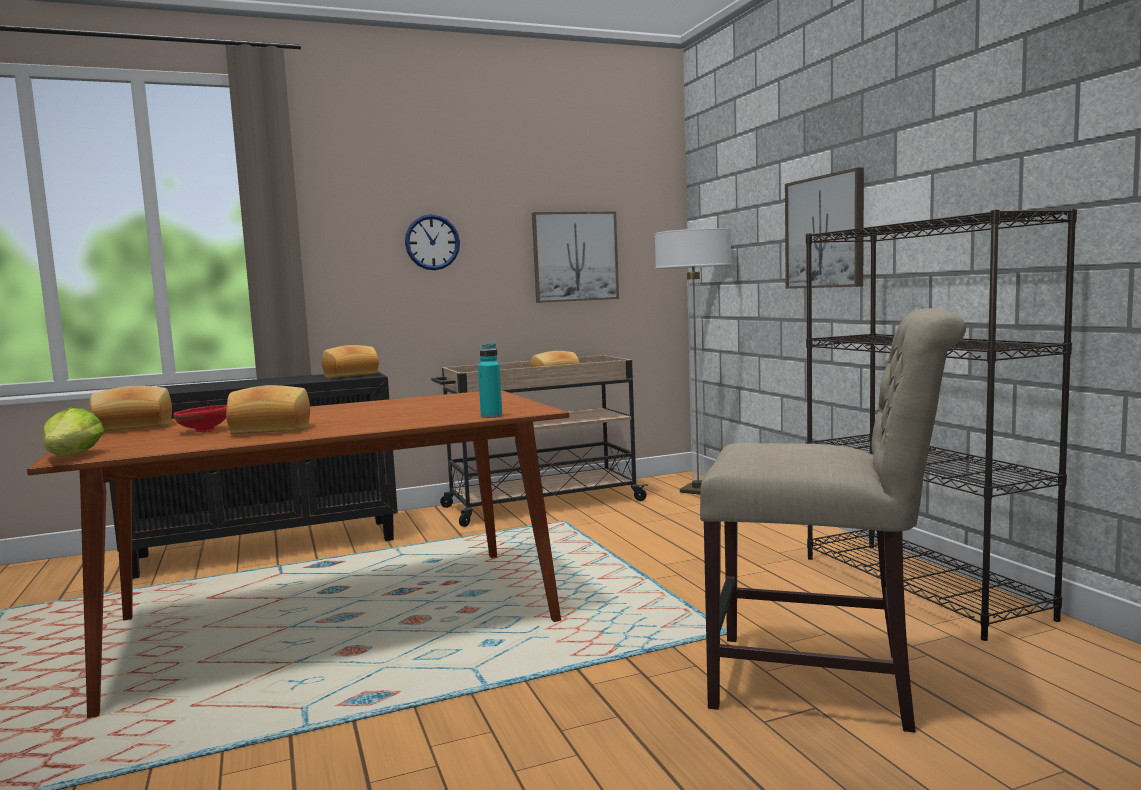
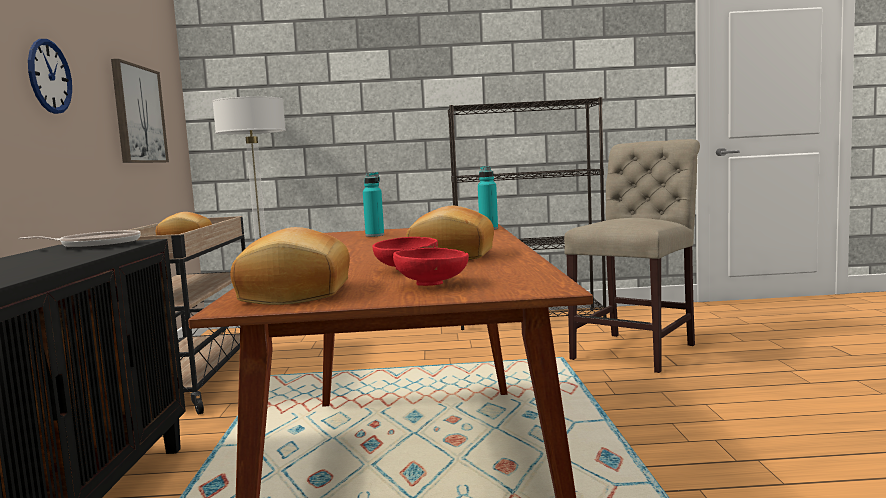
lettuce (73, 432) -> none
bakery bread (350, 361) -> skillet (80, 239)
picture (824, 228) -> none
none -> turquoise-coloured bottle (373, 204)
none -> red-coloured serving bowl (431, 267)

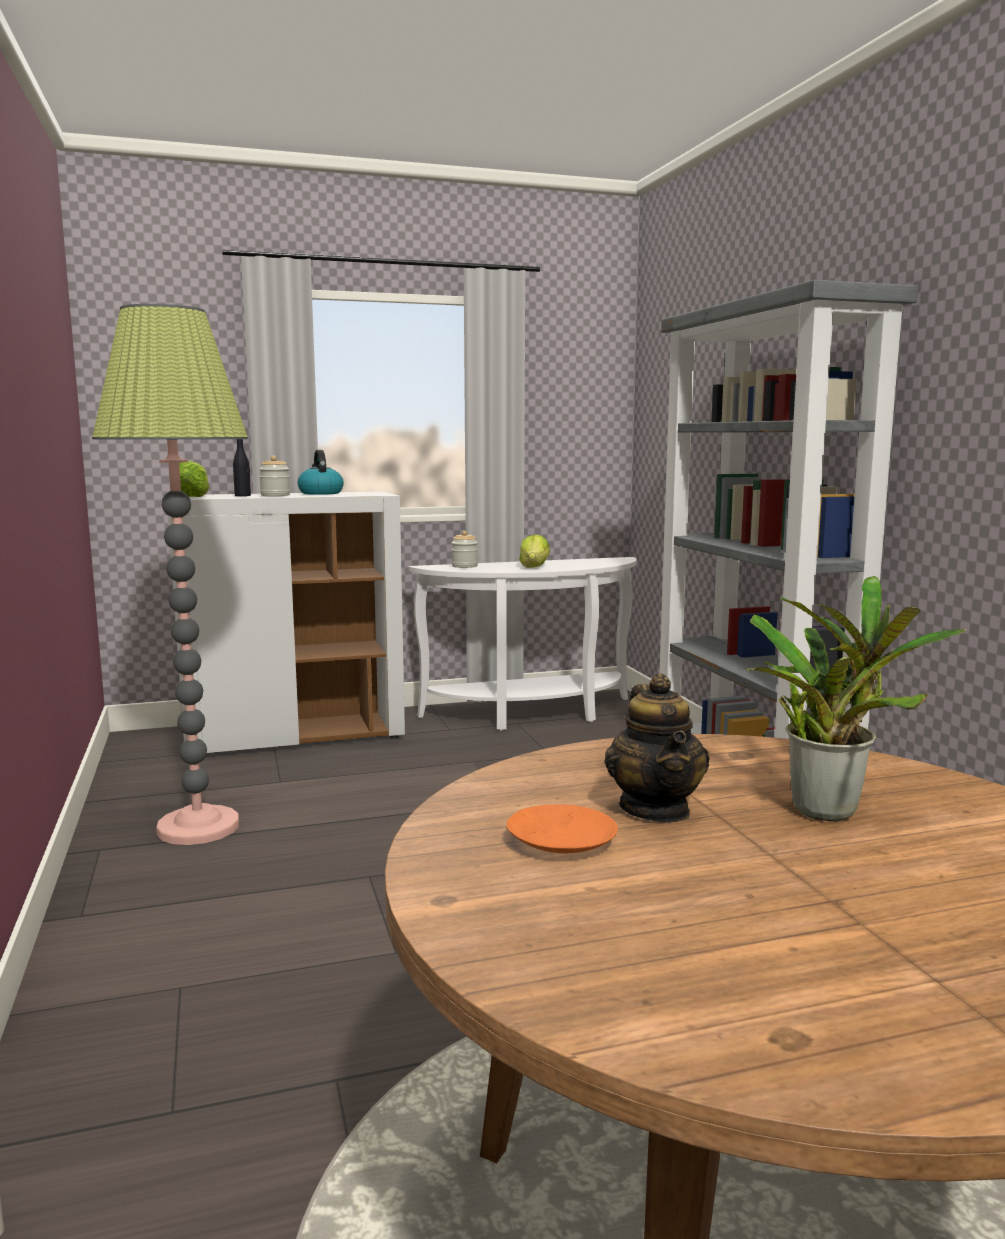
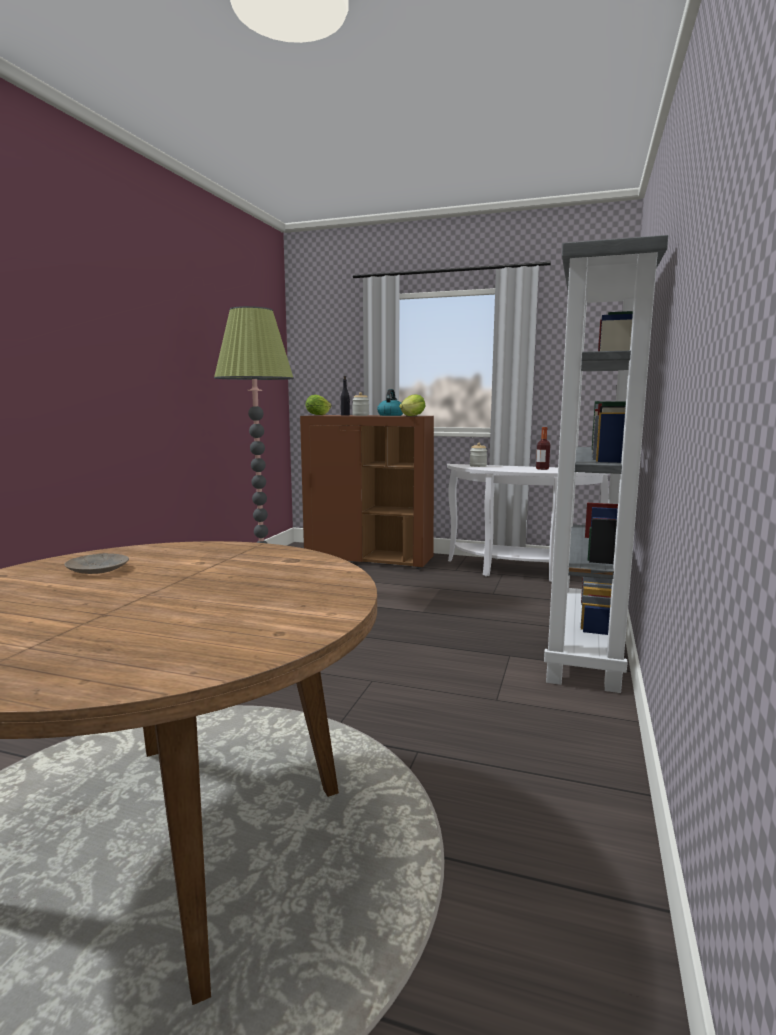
white-coloured cupboard (286, 622) -> brown-coloured cupboard (367, 492)
orange-coloured flat dish (562, 828) -> beige flat dish (96, 563)
lettuce (534, 551) -> lettuce (412, 405), move
teapot (657, 747) -> none
potted plant (856, 699) -> none
none -> bottle (543, 448)

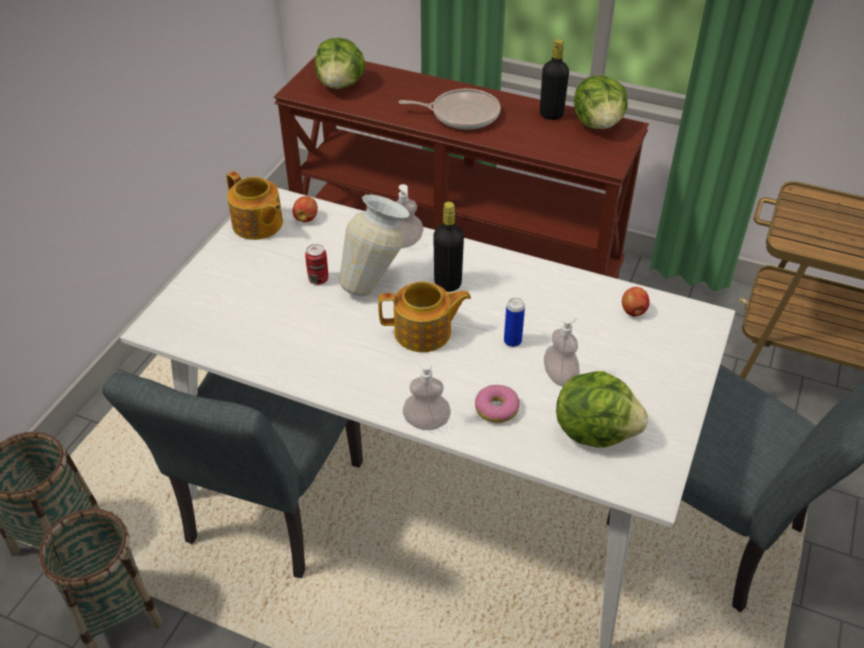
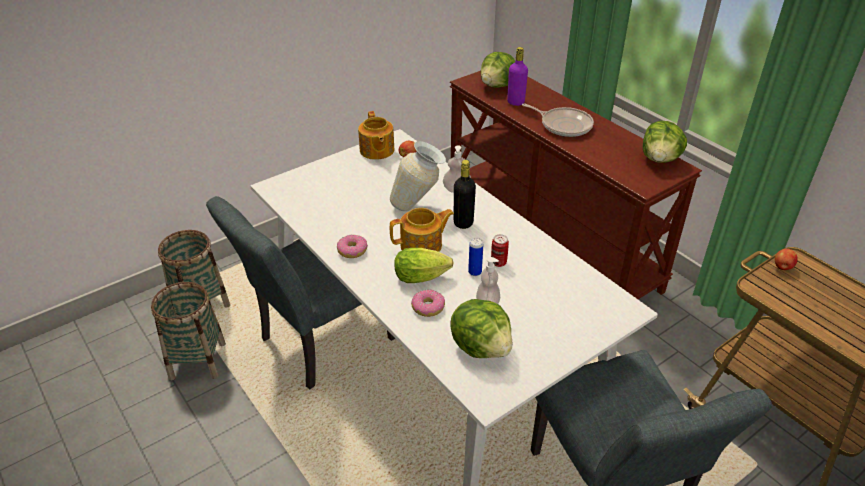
metal can (316, 264) -> metal can (500, 250), move
teapot (424, 316) -> teapot (422, 230), 45 degrees counterclockwise
soap bottle (427, 394) -> none
blackish bottle (554, 79) -> none
whole apple (636, 302) -> whole apple (786, 259), move
none -> doughnut (352, 246)
none -> lettuce (424, 265)
none -> purple-coloured bottle (517, 76)

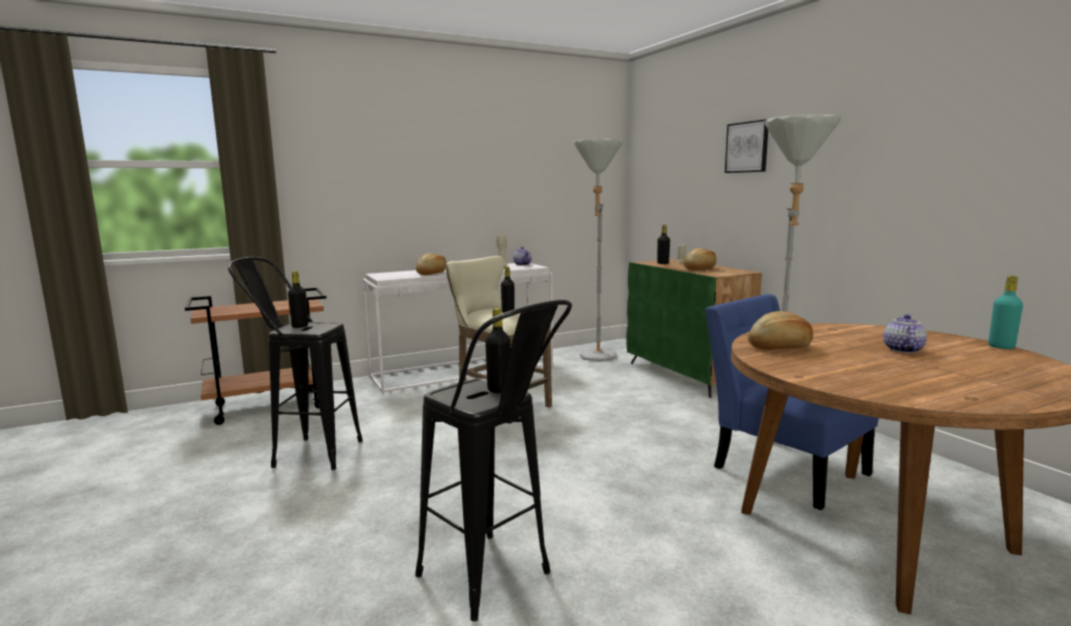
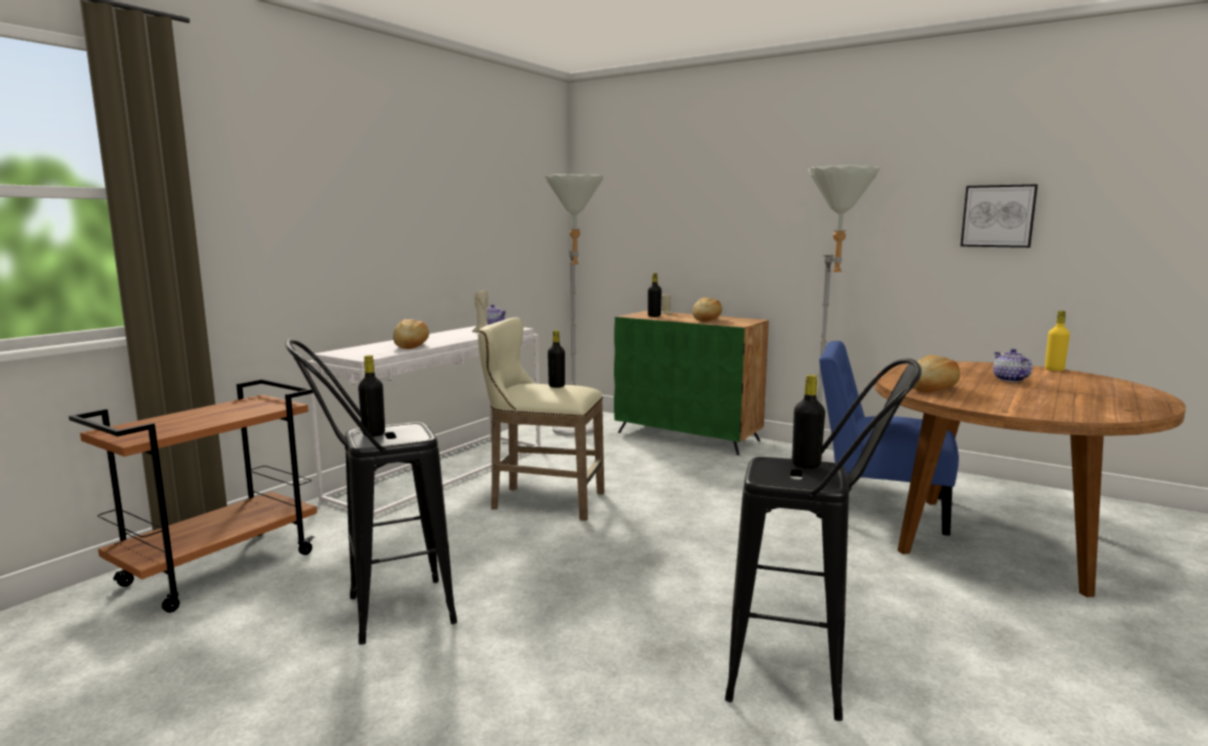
picture (746, 146) -> picture (999, 216), move
turquoise-coloured bottle (1006, 312) -> yellowish bottle (1057, 341)

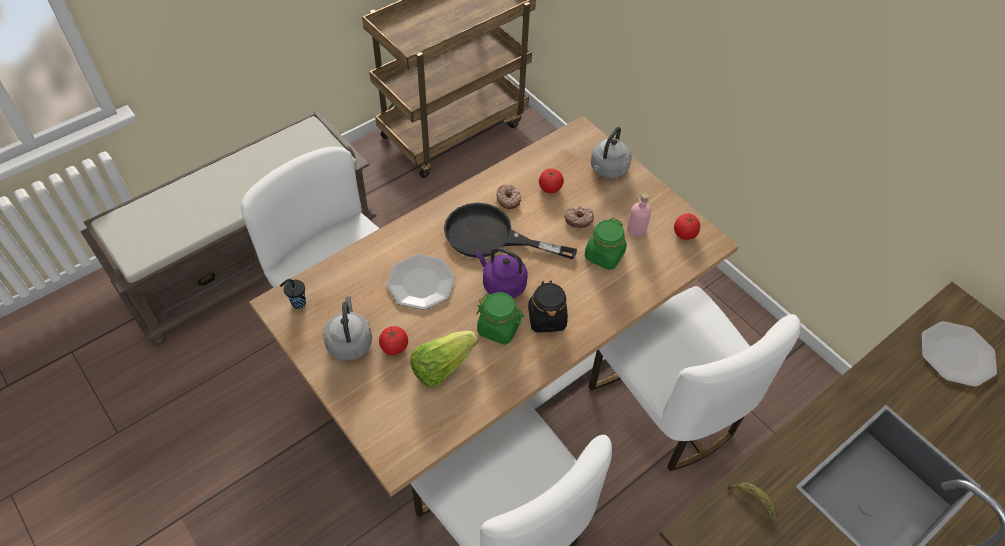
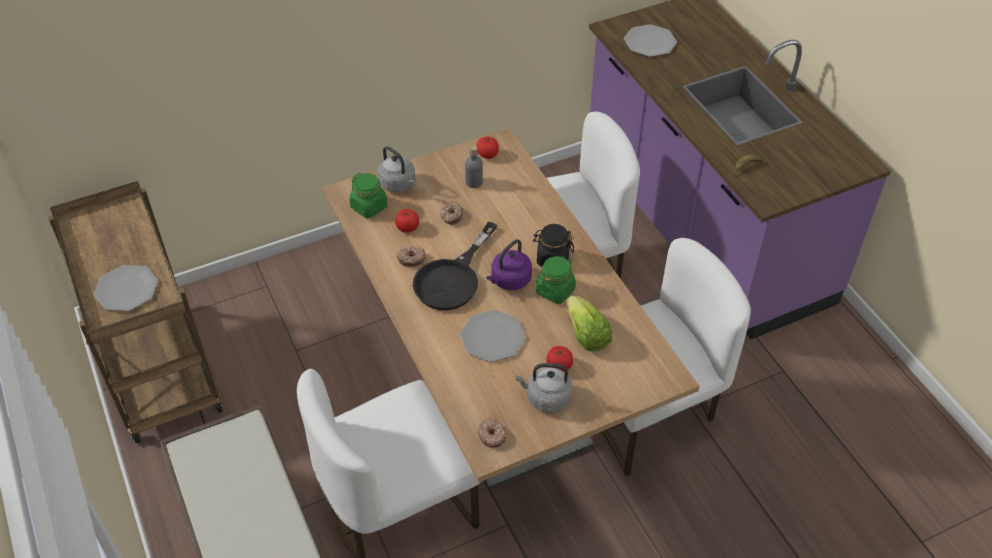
blackish cup (293, 294) -> doughnut (492, 433)
green preserve jar (606, 244) -> green preserve jar (368, 195), move
pink-coloured bottle (639, 214) -> greyish bottle (474, 166)
none -> flat dish (126, 288)

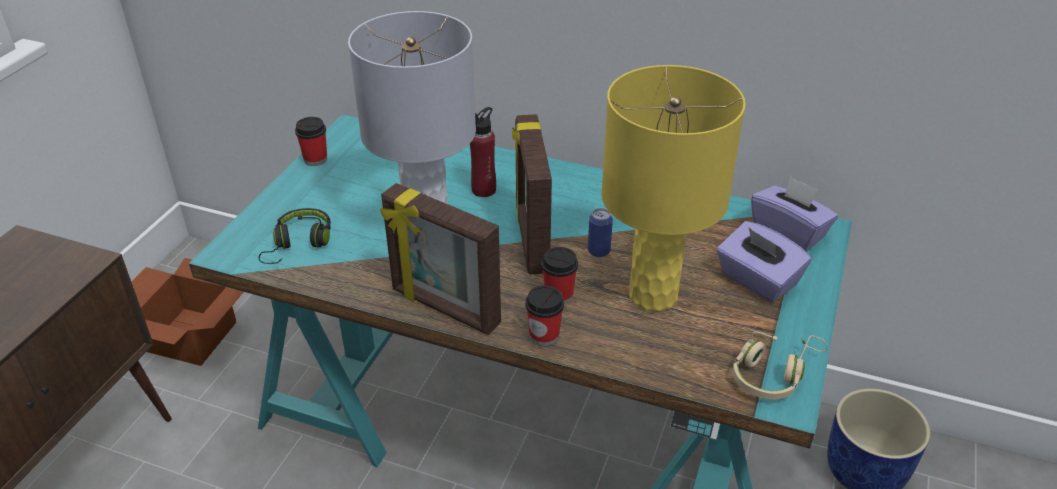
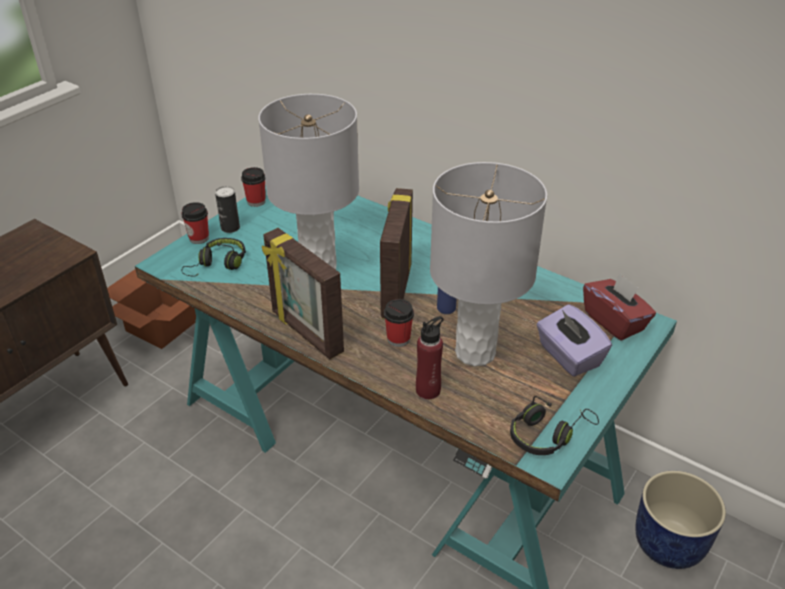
red-coloured bottle (483, 152) -> red-coloured bottle (430, 357), move
cup (544, 315) -> cup (195, 223), move
yellowish lamp for a table (673, 188) -> greyish lamp for a table (488, 264)
beige headset (779, 366) -> blackish headset (554, 425)
purple-coloured tissue box (794, 214) -> red-coloured tissue box (619, 307)
none -> metal can (227, 209)

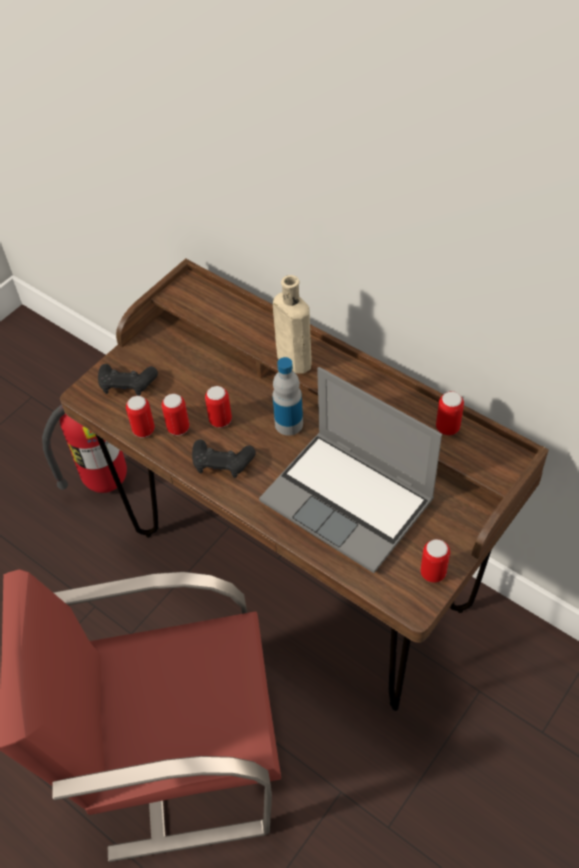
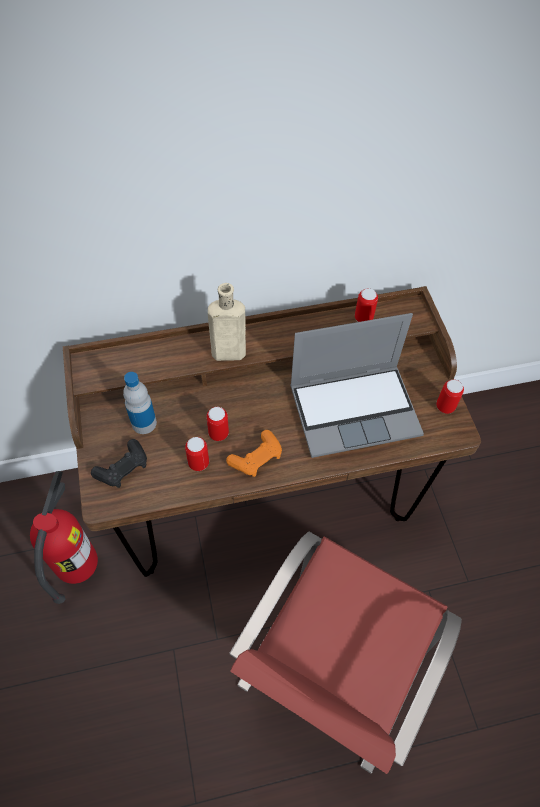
metal can (140, 417) -> none
blackish gamepad (224, 458) -> orange-coloured gamepad (254, 453)
bottle (287, 396) -> bottle (140, 403), move

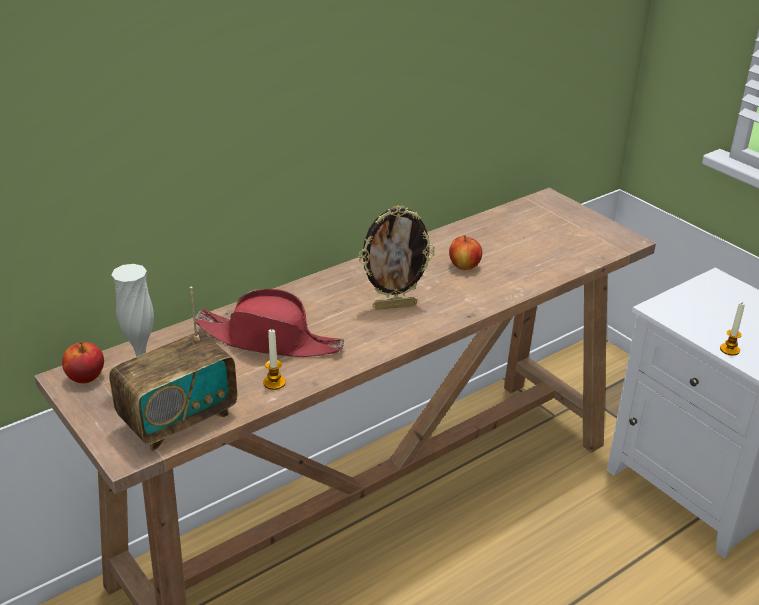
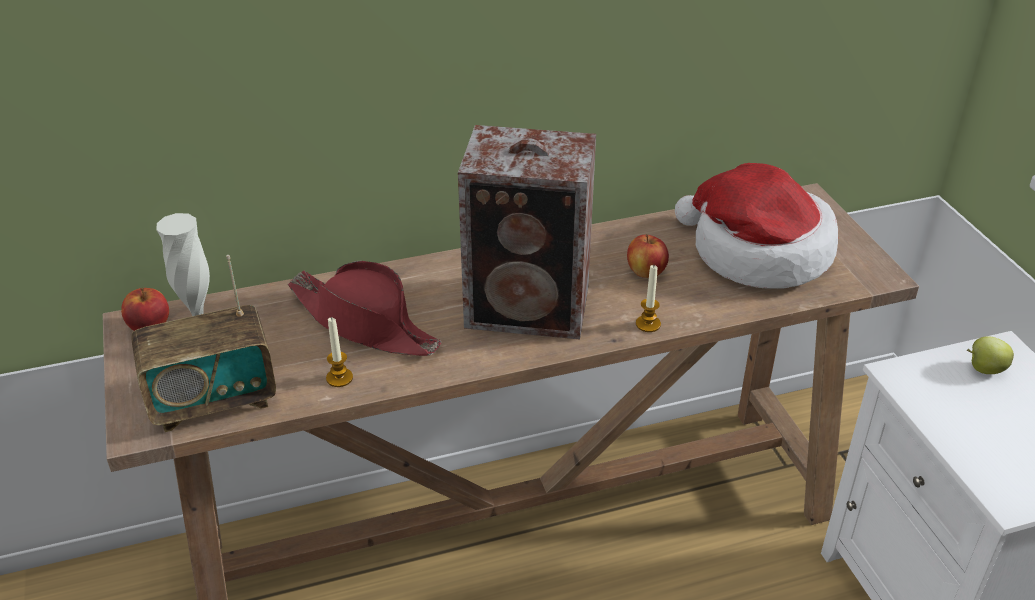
picture frame (396, 257) -> loudspeaker (527, 232)
wax candle (732, 329) -> wax candle (648, 298), move
none -> wearable hat (756, 226)
none -> whole apple (990, 355)

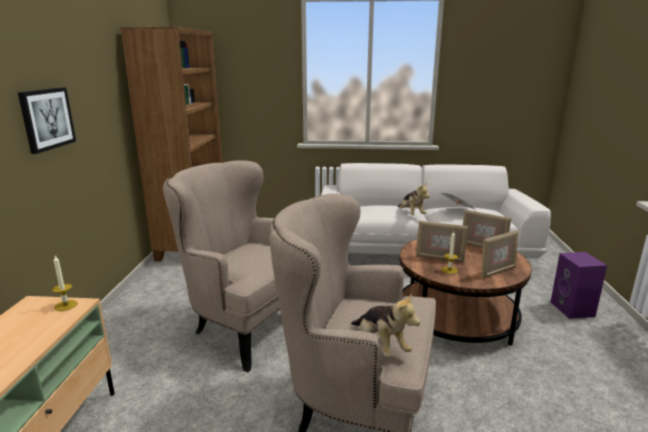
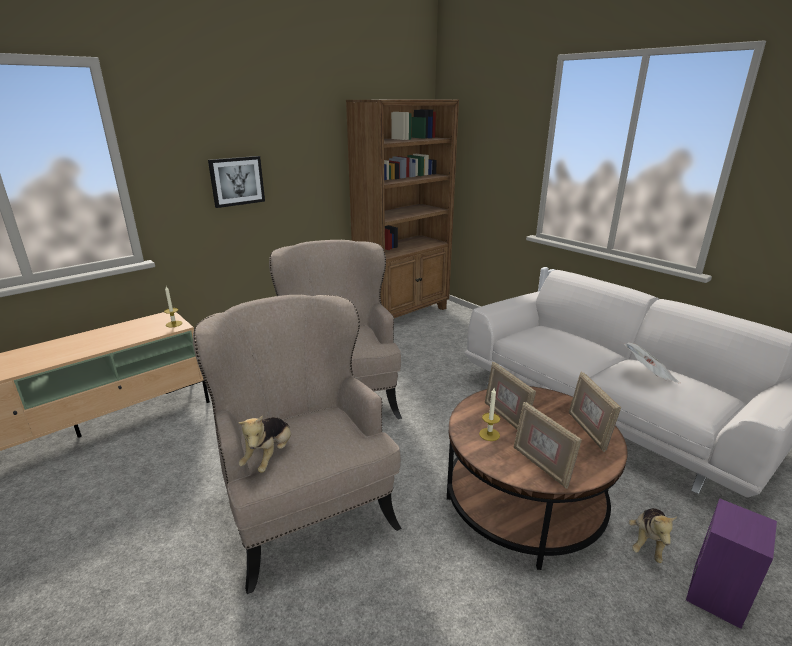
cuddly toy (414, 199) -> cuddly toy (653, 535), move
picture frame (499, 254) -> picture frame (548, 445), 45 degrees clockwise

